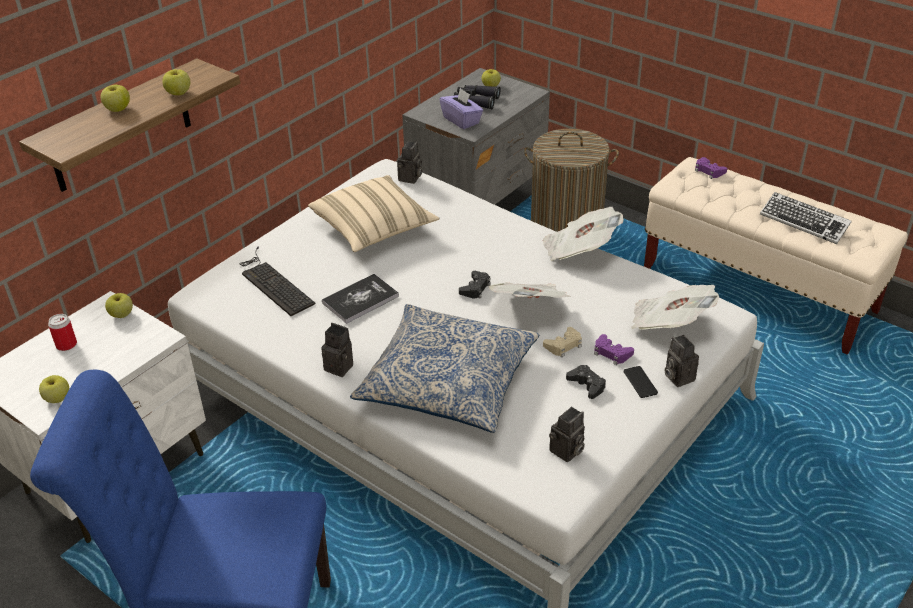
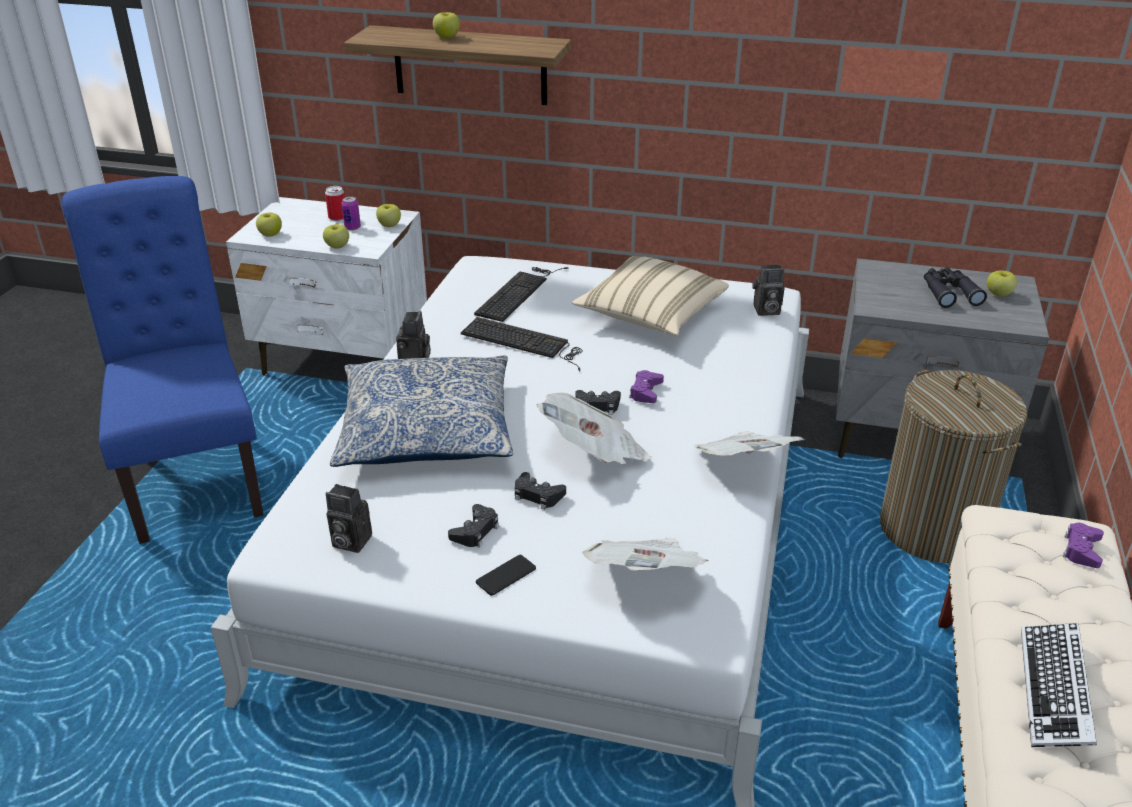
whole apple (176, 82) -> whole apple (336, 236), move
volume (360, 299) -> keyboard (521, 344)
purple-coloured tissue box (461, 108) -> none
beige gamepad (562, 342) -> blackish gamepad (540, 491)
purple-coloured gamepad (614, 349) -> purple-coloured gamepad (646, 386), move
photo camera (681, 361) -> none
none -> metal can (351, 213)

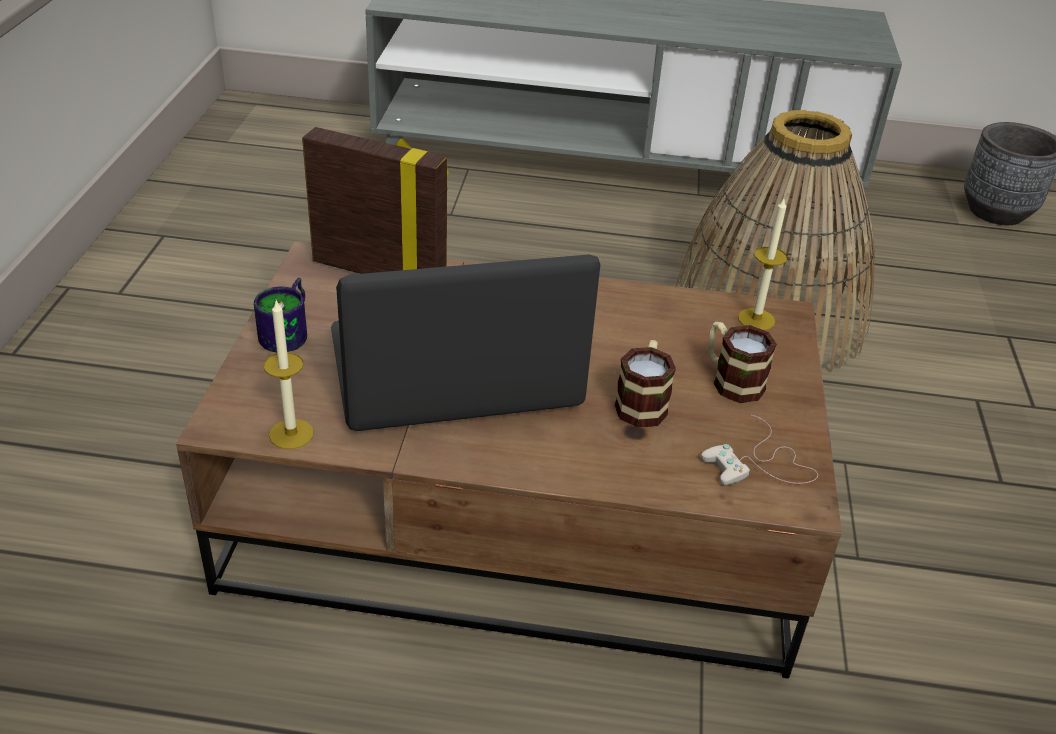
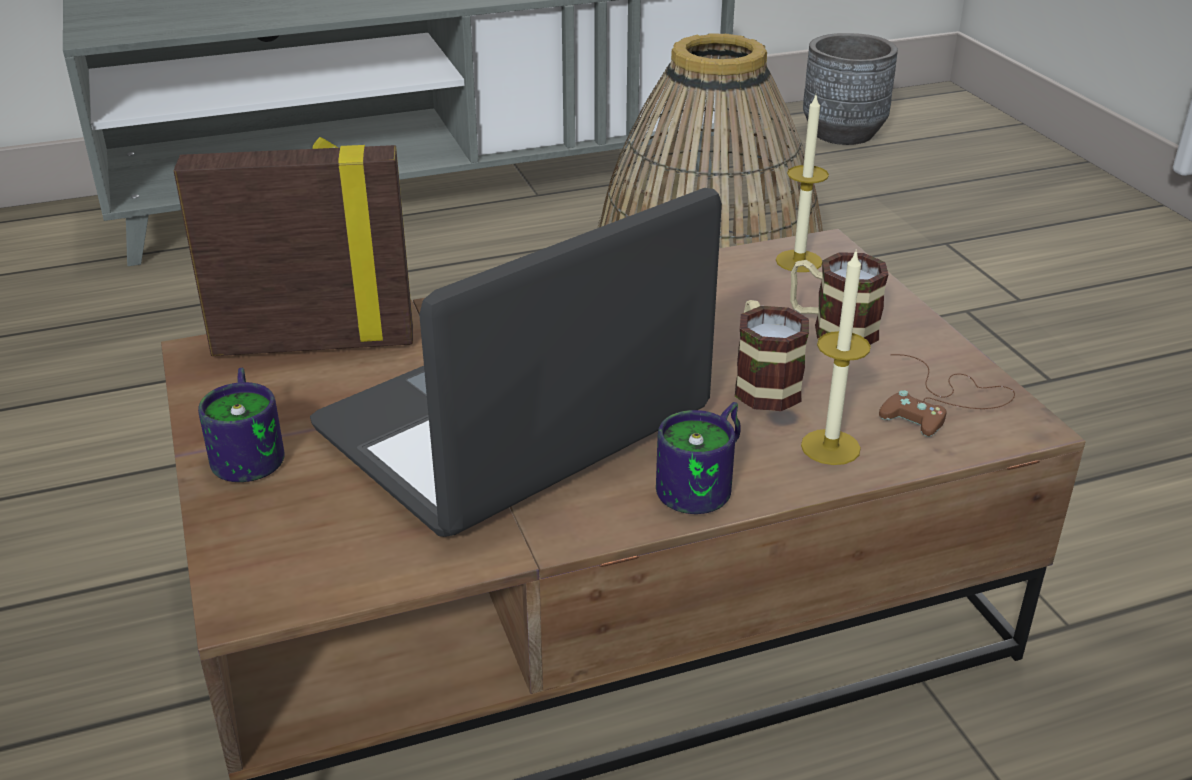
wax candle (288, 375) -> wax candle (836, 358), move
white-coloured gamepad (759, 450) -> brown-coloured gamepad (947, 395)
none -> coffee mug (698, 458)

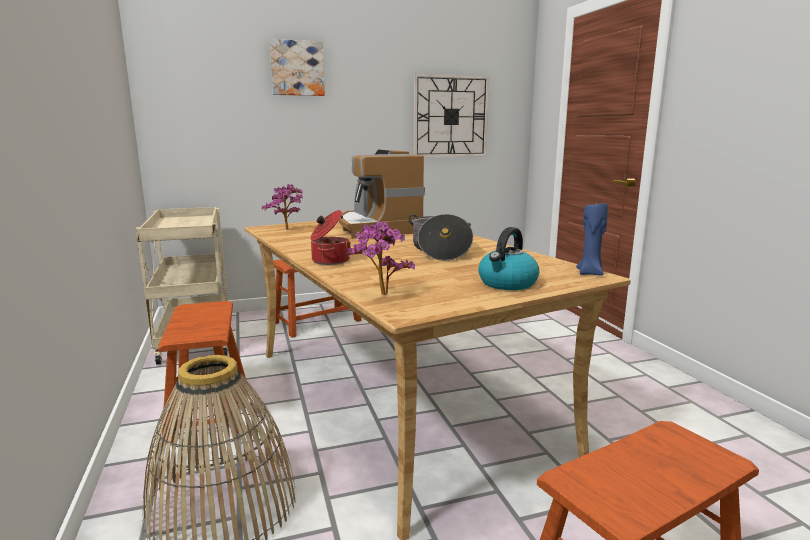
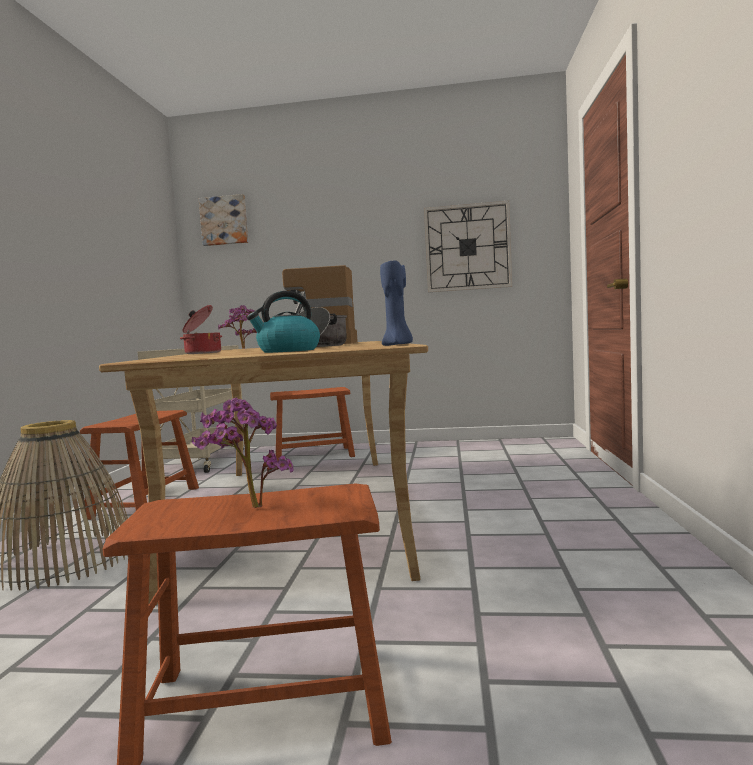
picture (297, 67) -> picture (223, 220), move
potted plant (381, 258) -> potted plant (242, 453), move

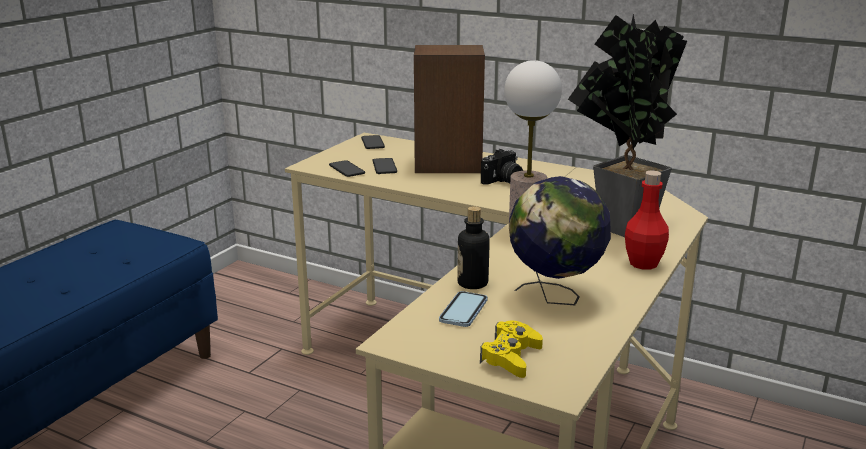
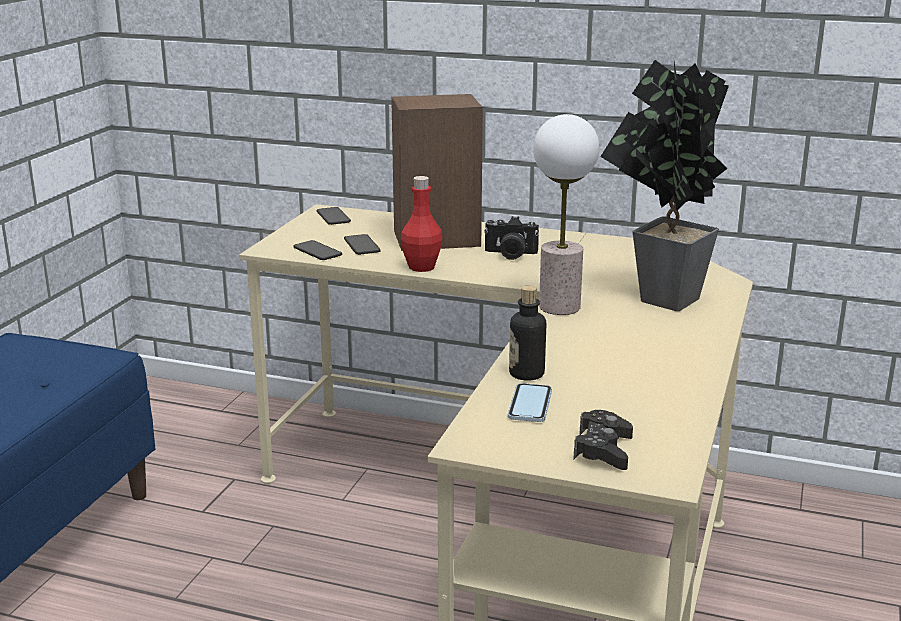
yellowish gamepad (511, 349) -> blackish gamepad (603, 440)
photo camera (502, 167) -> photo camera (511, 238), 60 degrees clockwise
globe (560, 240) -> none
red-coloured bottle (647, 220) -> red-coloured bottle (422, 224), move

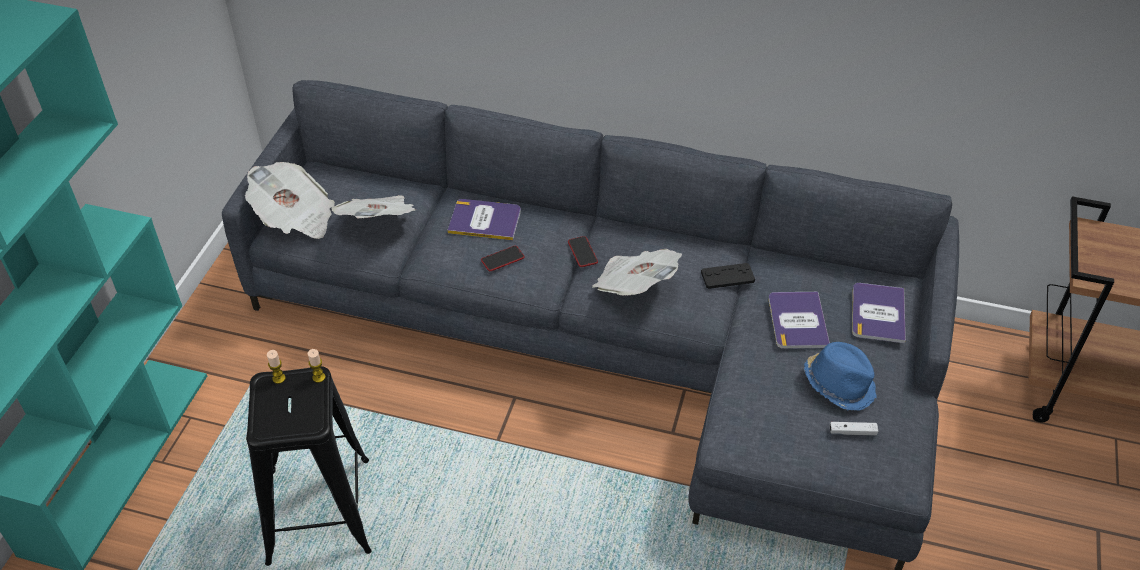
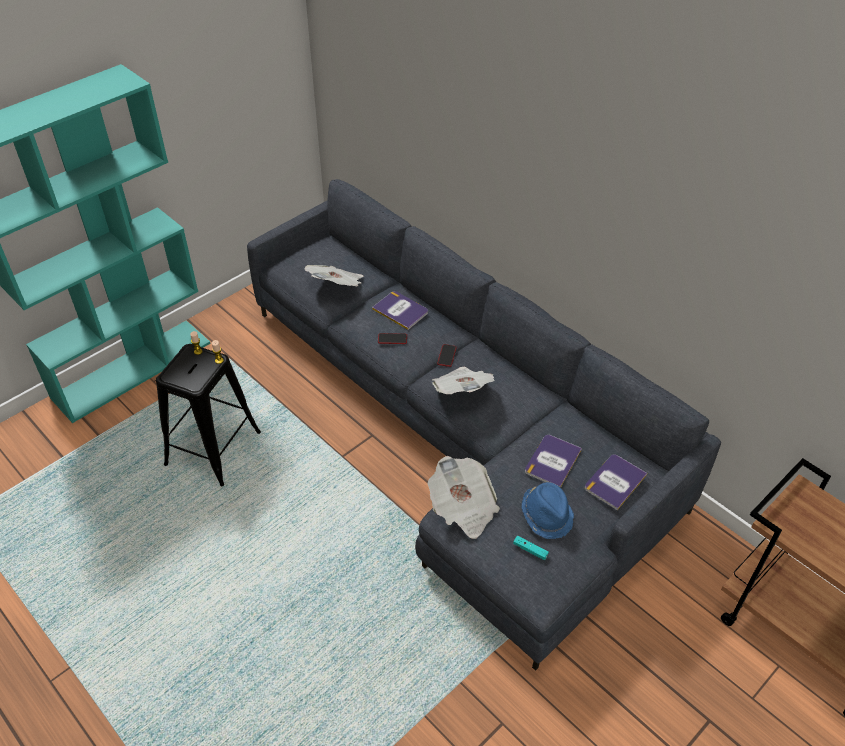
newspaper (290, 200) -> newspaper (464, 497), move
blackish gamepad (728, 276) -> none
white-coloured gamepad (854, 428) -> turquoise-coloured gamepad (531, 548)

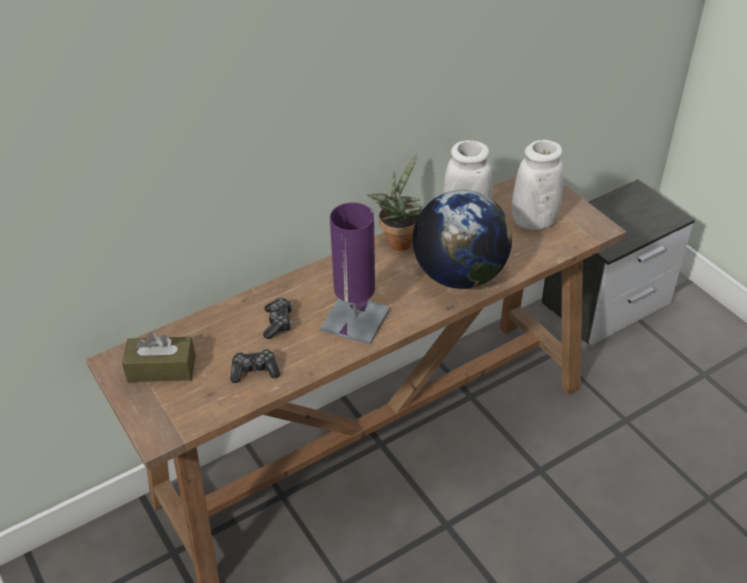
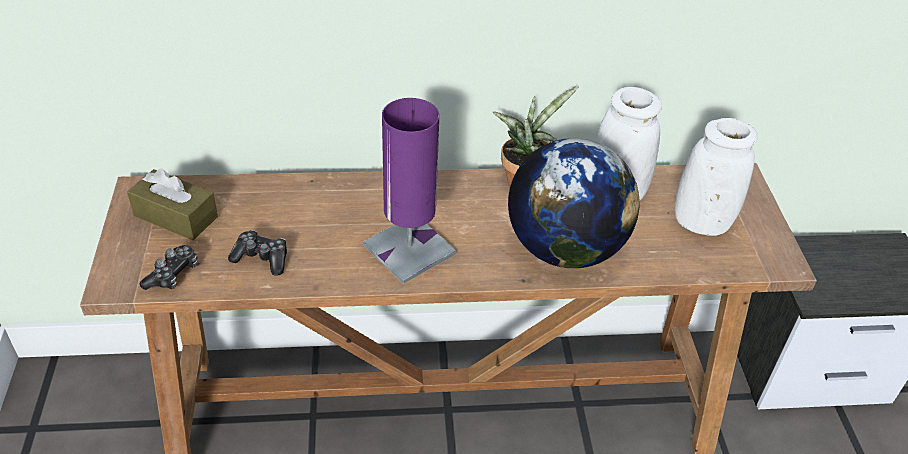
gamepad (277, 318) -> gamepad (168, 267), move

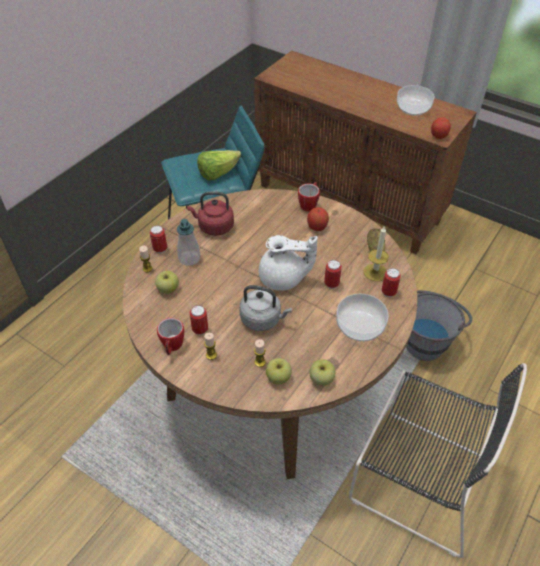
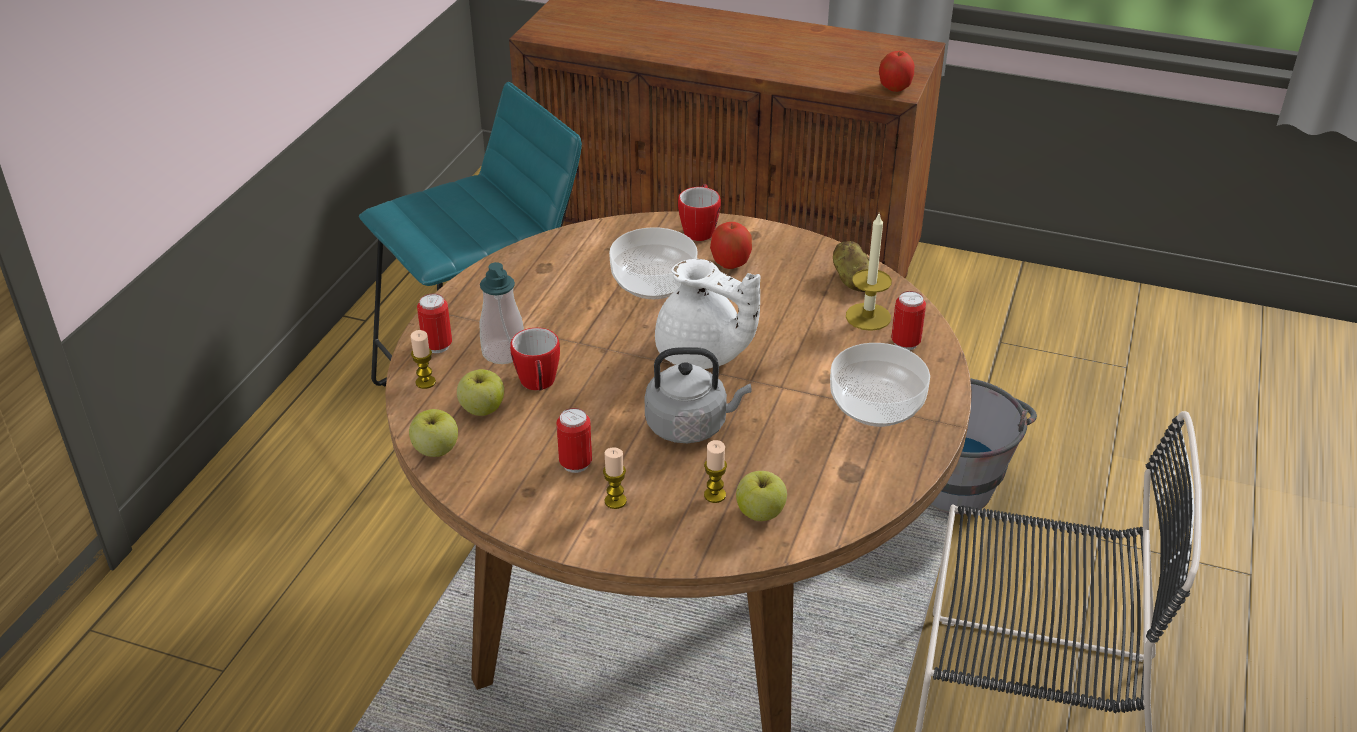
coffee mug (170, 336) -> coffee mug (535, 359), move
red-coloured water kettle (210, 214) -> none
lettuce (219, 165) -> none
white-coloured teapot (288, 263) -> white-coloured teapot (708, 314), 45 degrees clockwise
whole apple (322, 372) -> whole apple (433, 433), move
metal can (333, 274) -> none
serving bowl (416, 100) -> serving bowl (653, 263), move

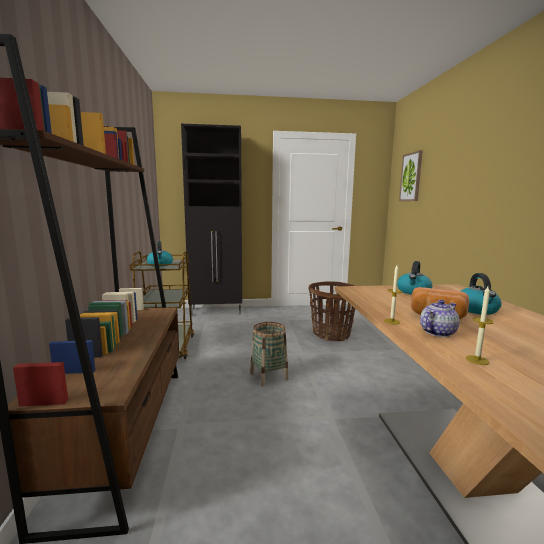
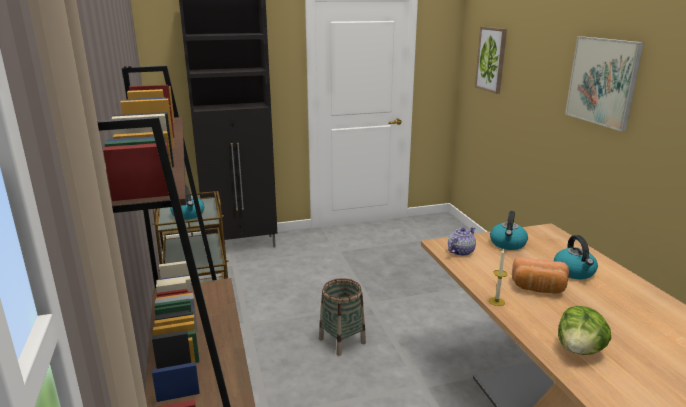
storage basket (332, 311) -> none
teapot (439, 318) -> teapot (462, 241), move
wax candle (480, 325) -> lettuce (584, 330)
none -> picture (604, 83)

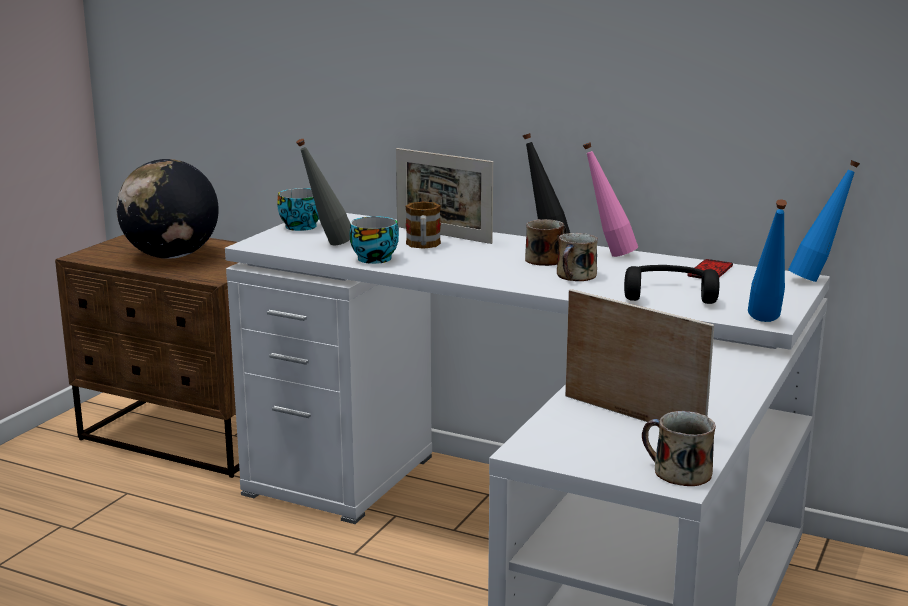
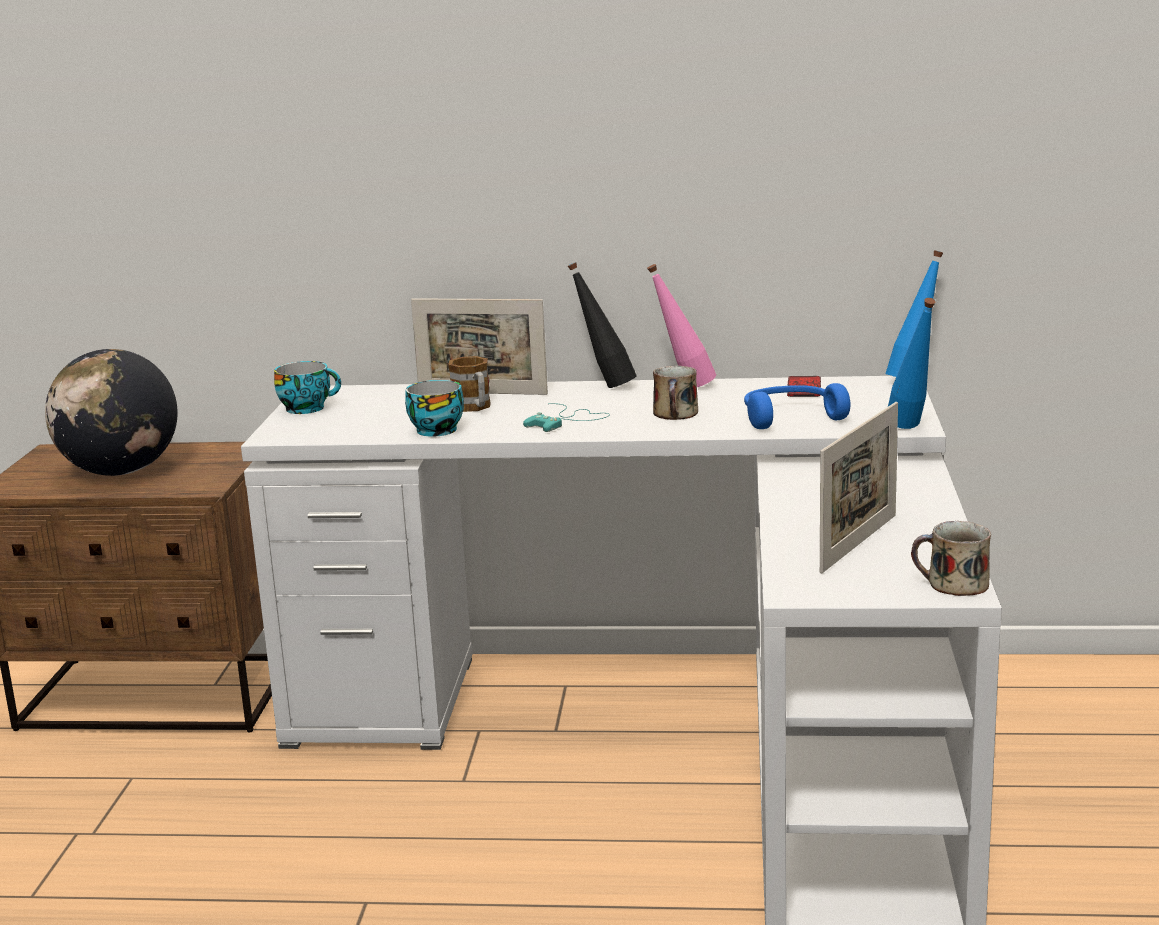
greyish bottle (323, 192) -> none
coffee mug (546, 242) -> none
picture frame (639, 355) -> picture frame (859, 487), 105 degrees clockwise
blackish headset (671, 284) -> bluish headset (797, 406)
none -> turquoise-coloured gamepad (566, 417)

